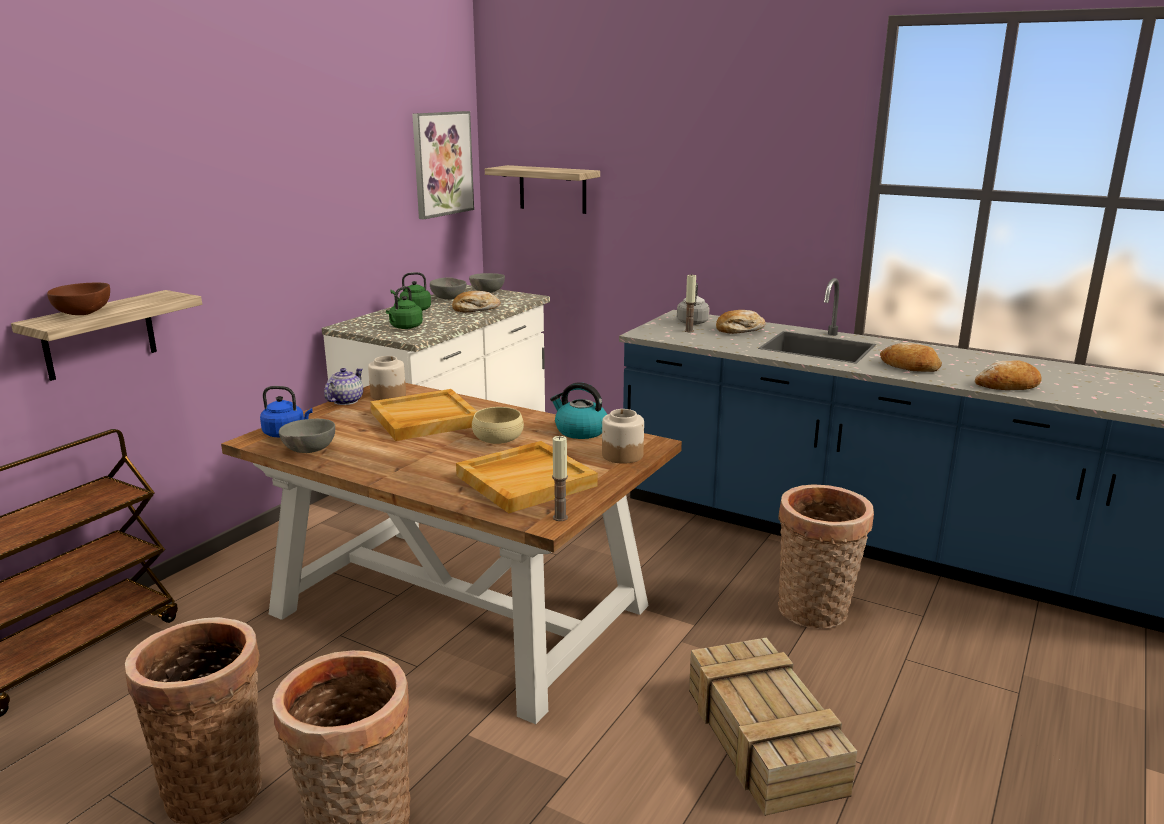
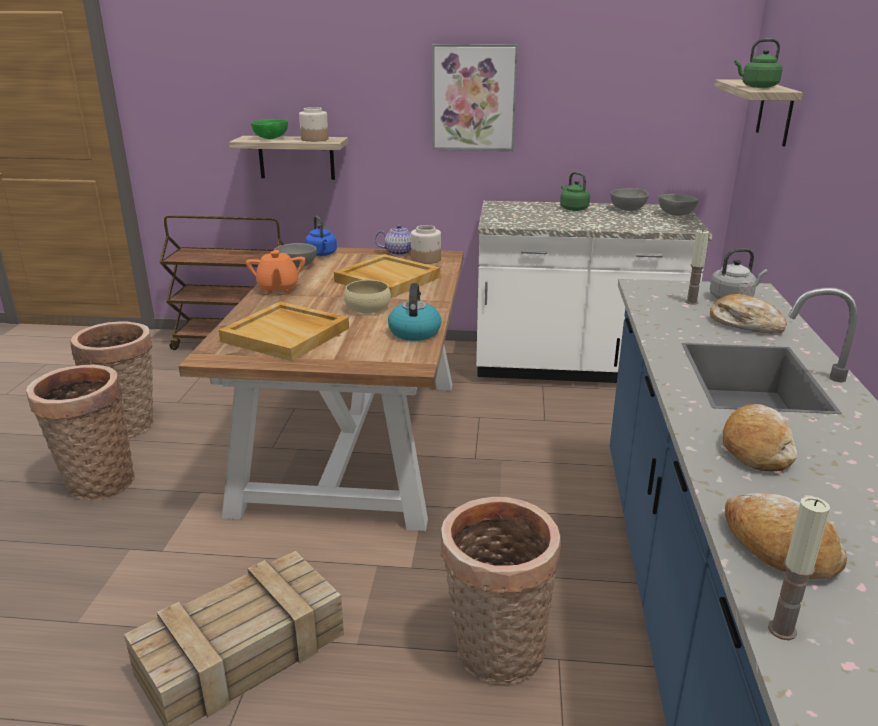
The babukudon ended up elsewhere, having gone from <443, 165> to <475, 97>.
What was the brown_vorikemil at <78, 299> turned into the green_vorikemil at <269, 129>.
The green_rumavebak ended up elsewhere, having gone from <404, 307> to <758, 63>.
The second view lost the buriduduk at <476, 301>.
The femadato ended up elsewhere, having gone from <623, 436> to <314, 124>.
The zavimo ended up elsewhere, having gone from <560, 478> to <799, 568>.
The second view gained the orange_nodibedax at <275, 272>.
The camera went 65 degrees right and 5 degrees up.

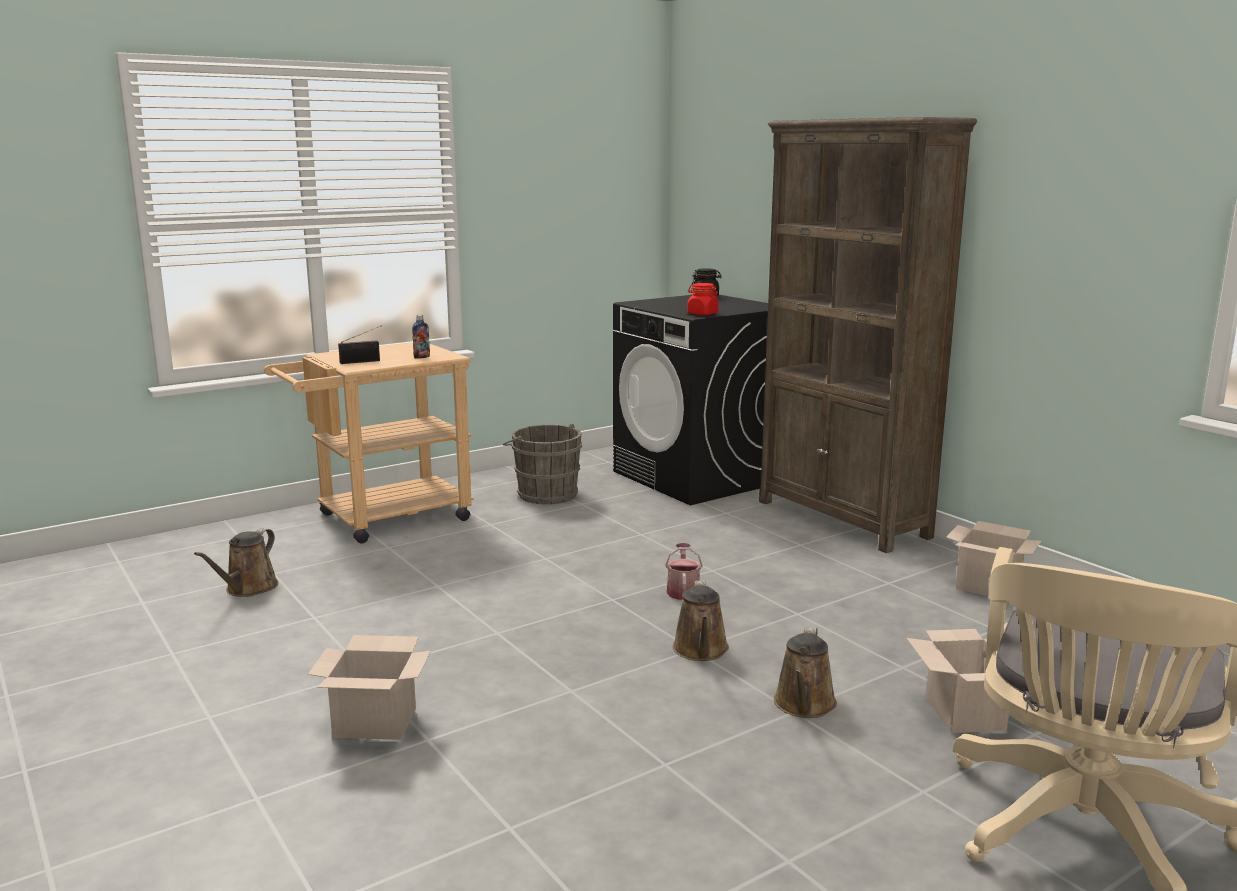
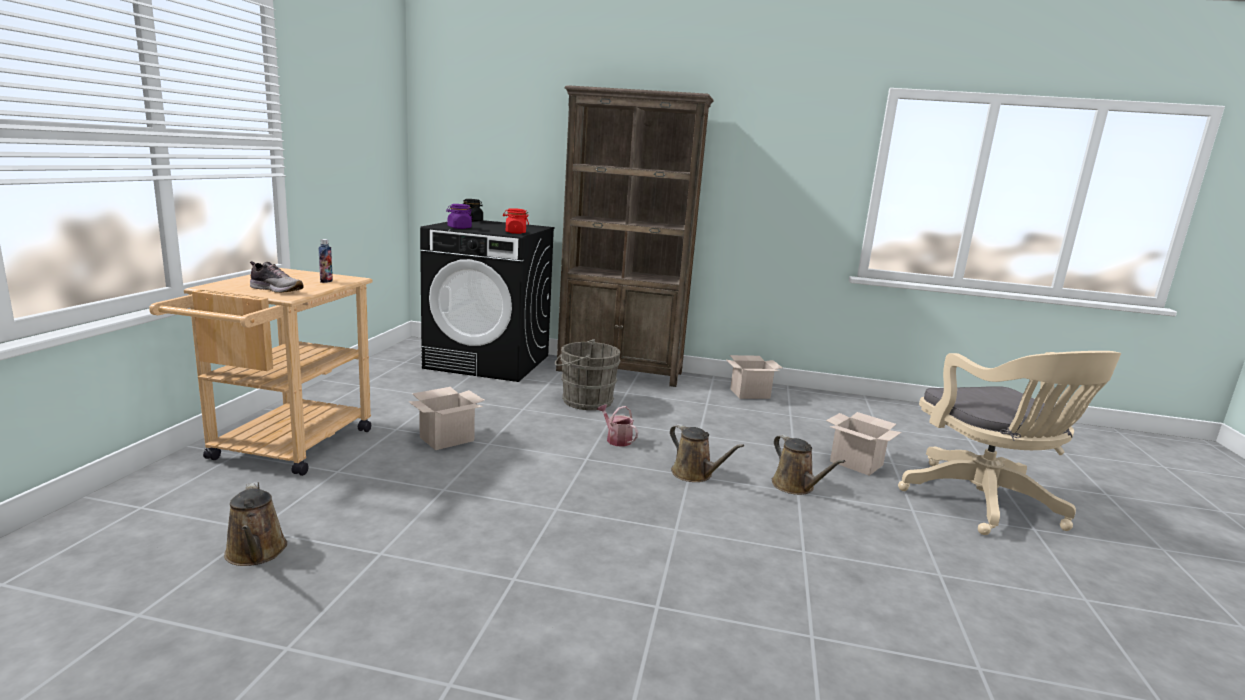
Where the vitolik stood at <359, 345>, the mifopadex came to stand at <277, 277>.
The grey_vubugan ended up elsewhere, having gone from <542, 463> to <588, 374>.
The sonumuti ended up elsewhere, having gone from <369, 687> to <446, 418>.
The second view gained the purple_femadato at <459, 216>.
The camera went 45 degrees left and 0 degrees up.

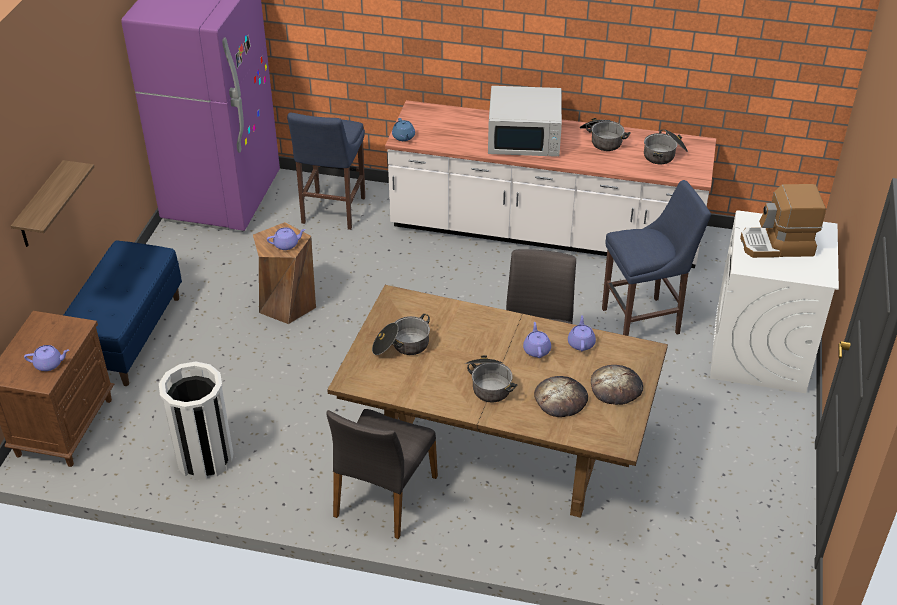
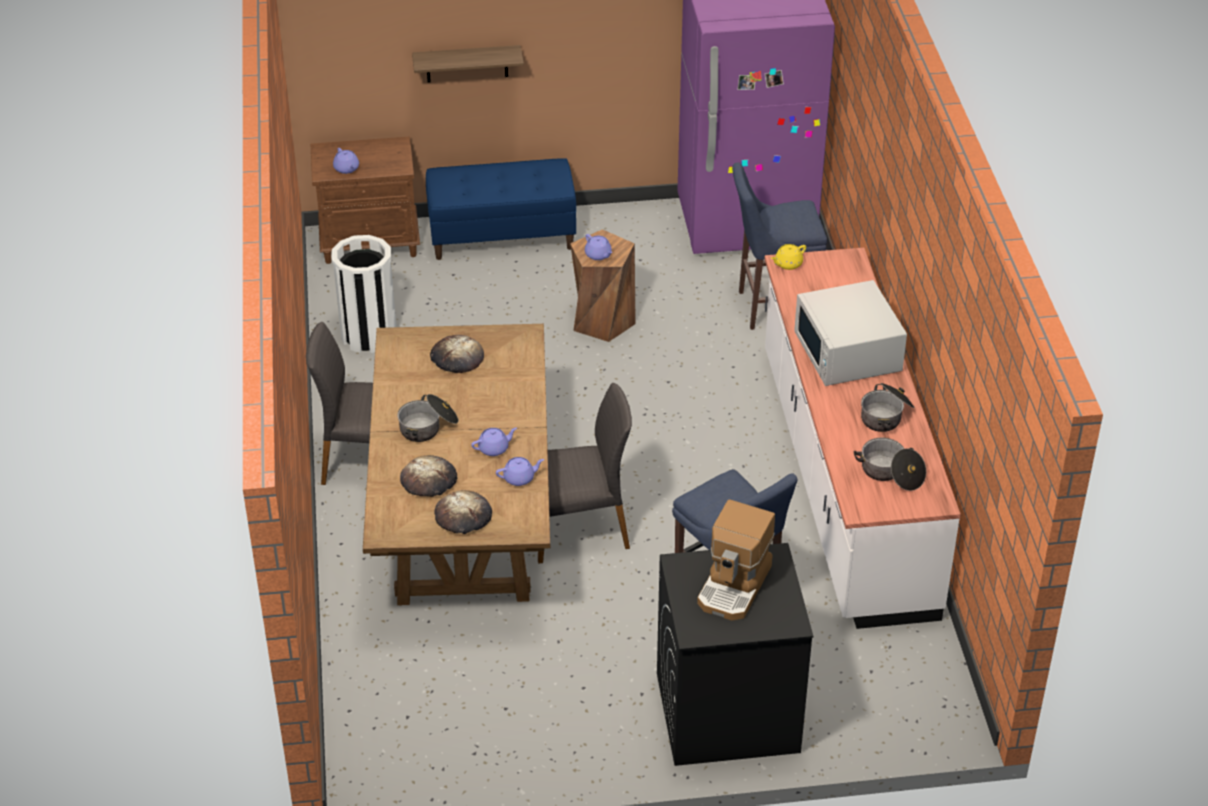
What was the blue_nodibedax at <403, 129> turned into the yellow_nodibedax at <788, 257>.
The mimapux at <783, 221> ended up facing another way, 135 degrees counterclockwise from before.
What was the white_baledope at <774, 301> turned into the black_baledope at <735, 654>.
Where the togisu stood at <401, 334>, the buriduduk came to stand at <457, 354>.
The camera went 70 degrees right and 0 degrees up.

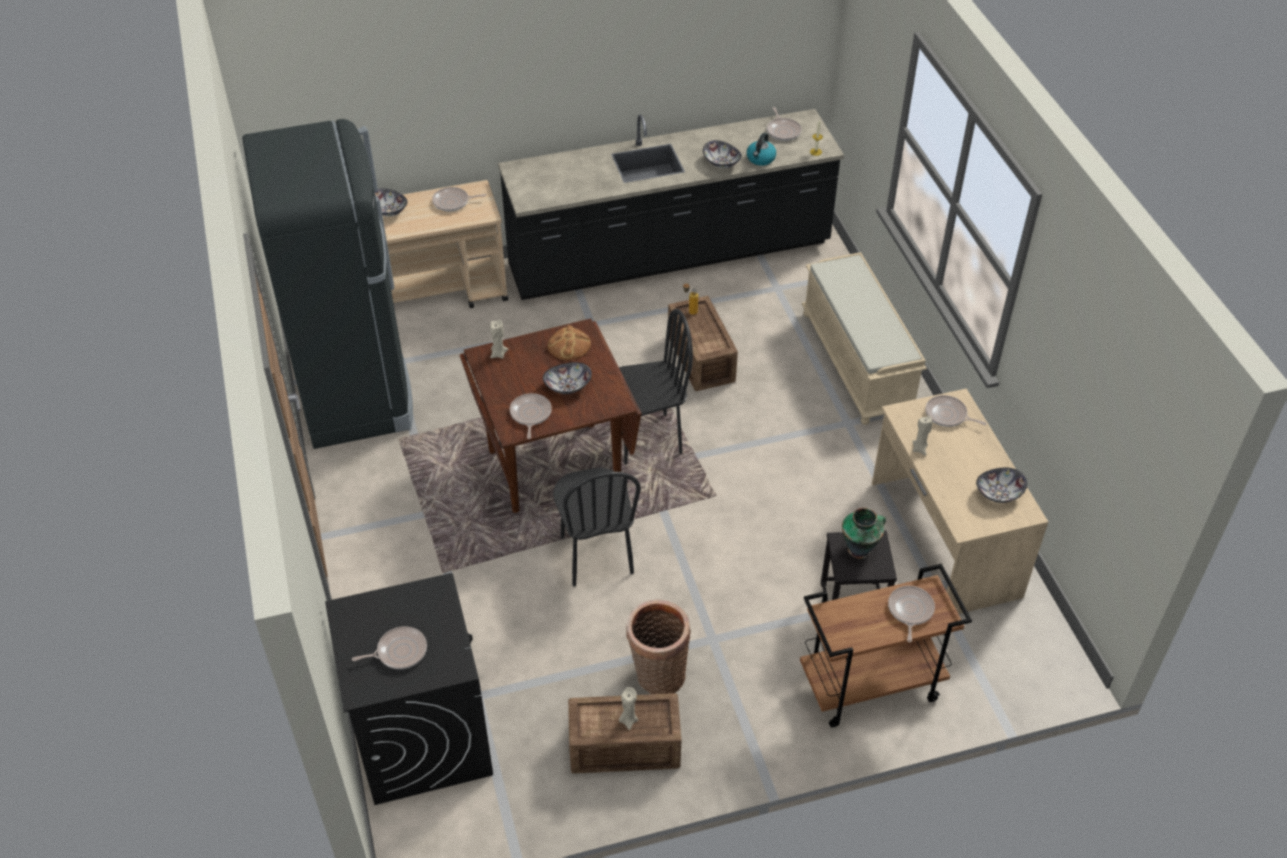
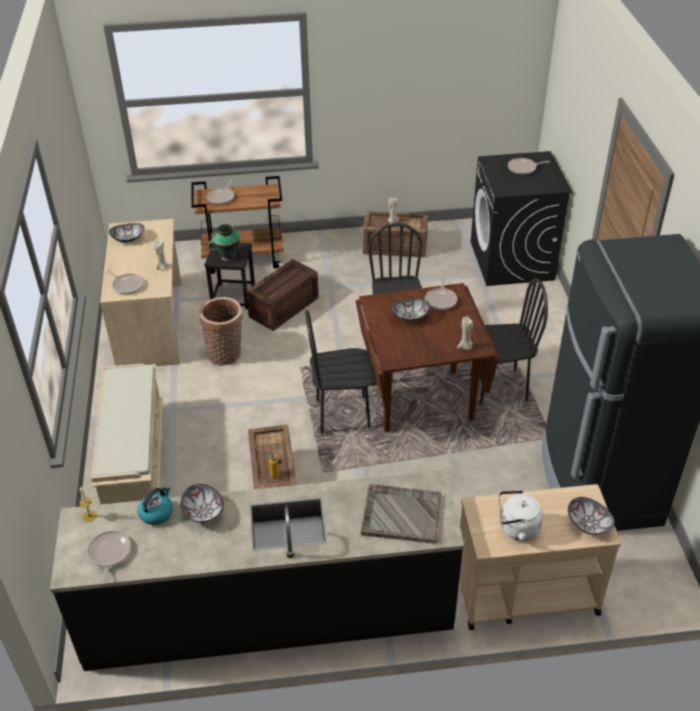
Where the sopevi stood at <459, 199>, the white_rumavebak came to stand at <521, 515>.
The second view lost the buriduduk at <569, 342>.
The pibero ended up elsewhere, having gone from <658, 647> to <221, 331>.
The second view gained the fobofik at <282, 295>.
The second view gained the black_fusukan at <509, 341>.
The second view gained the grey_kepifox at <400, 514>.
The camera went 170 degrees left and 5 degrees down.

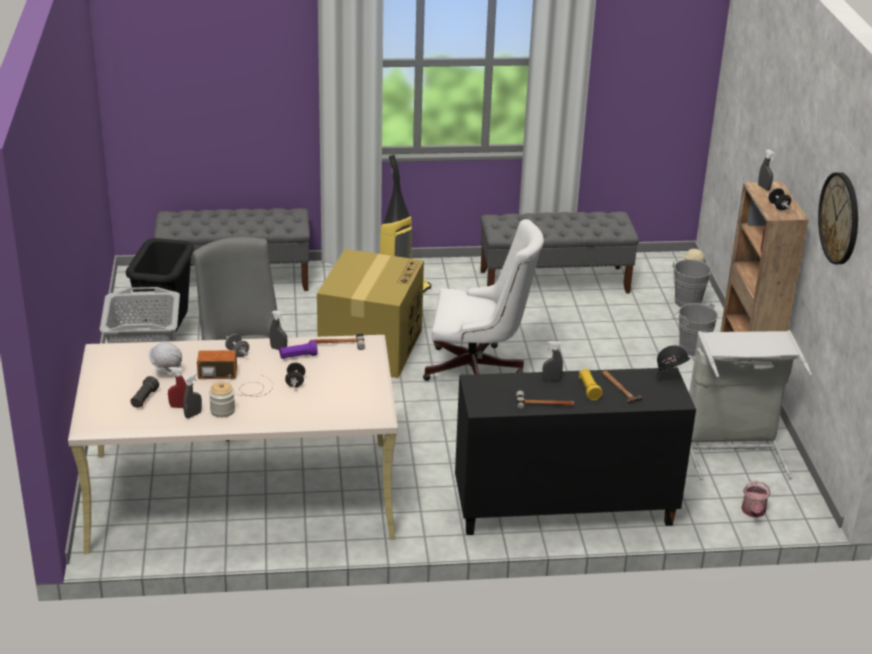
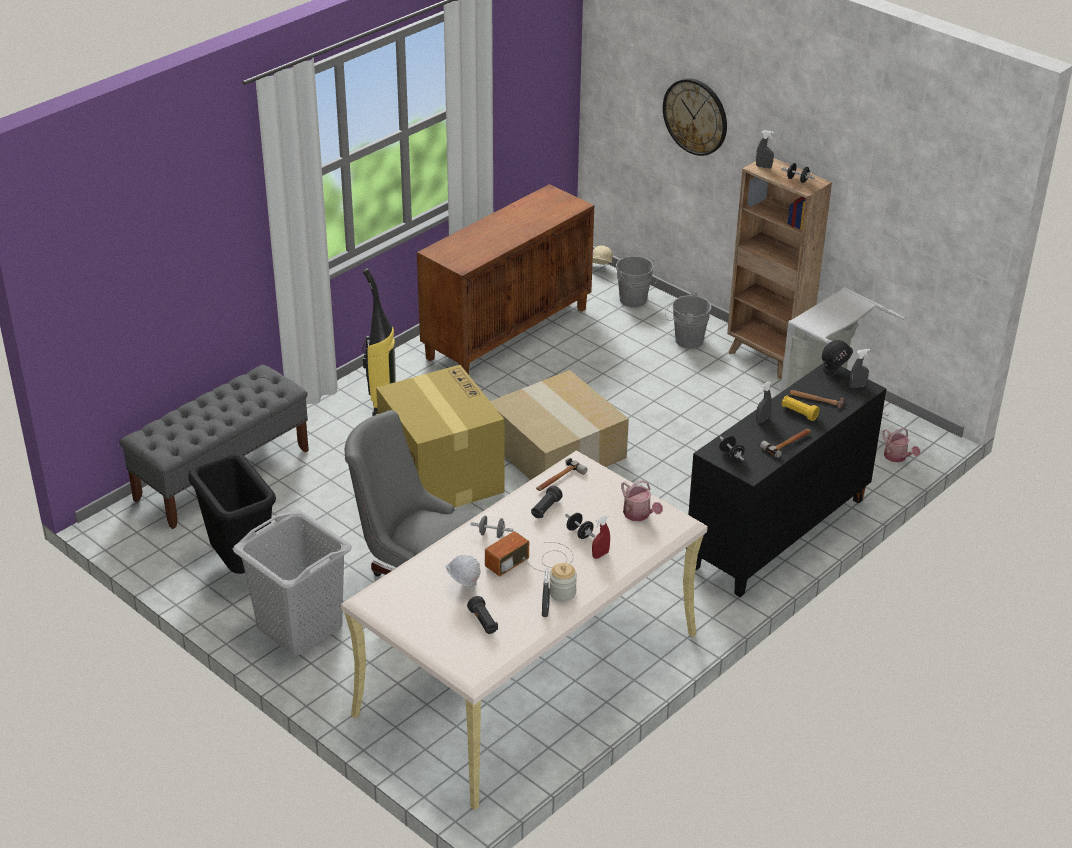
The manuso ended up elsewhere, having gone from <838, 218> to <695, 117>.
Where the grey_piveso stood at <559, 253>, the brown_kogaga came to stand at <505, 279>.
Where the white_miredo stood at <483, 300>, the sonumuti came to stand at <559, 425>.
The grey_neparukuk ended up elsewhere, having gone from <278, 330> to <859, 368>.
What was the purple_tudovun at <298, 349> turned into the black_tudovun at <547, 502>.
The red_neparukuk ended up elsewhere, having gone from <177, 387> to <601, 537>.
The second view gained the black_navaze at <732, 448>.
The second view gained the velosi at <642, 500>.
The camera went 40 degrees left and 5 degrees up.

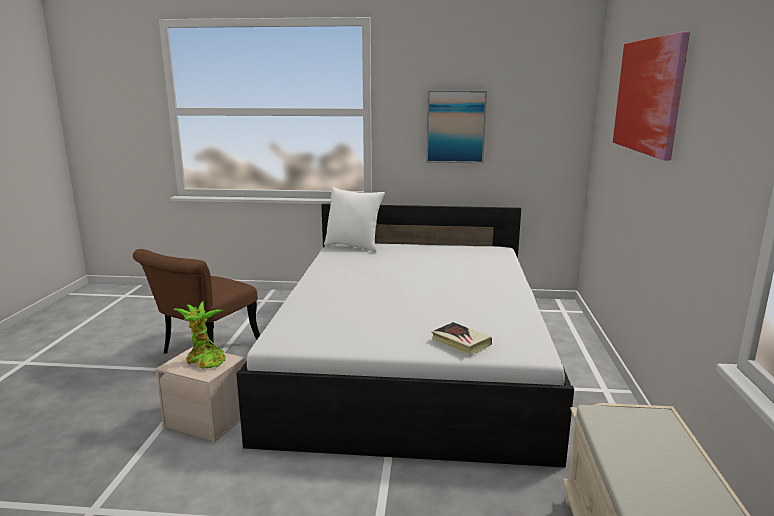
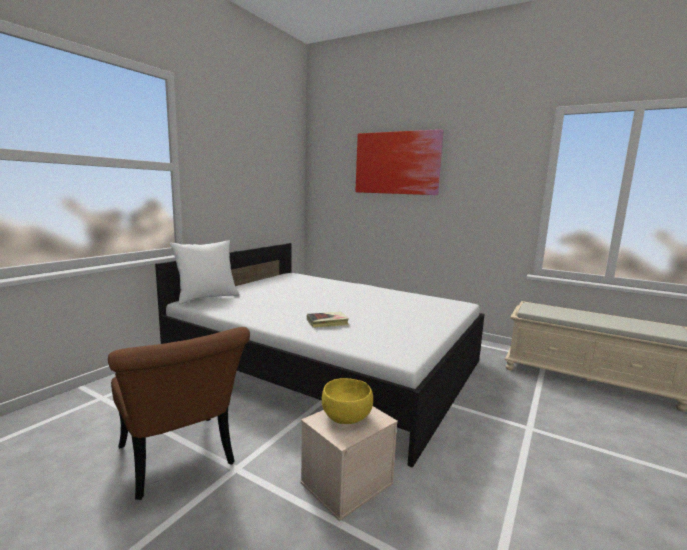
The second view lost the babukudon at <456, 127>.
Where the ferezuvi stood at <199, 334>, the yellow_vorikemil came to stand at <347, 401>.
The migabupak ended up elsewhere, having gone from <462, 338> to <328, 320>.
The camera went 65 degrees left and 5 degrees down.

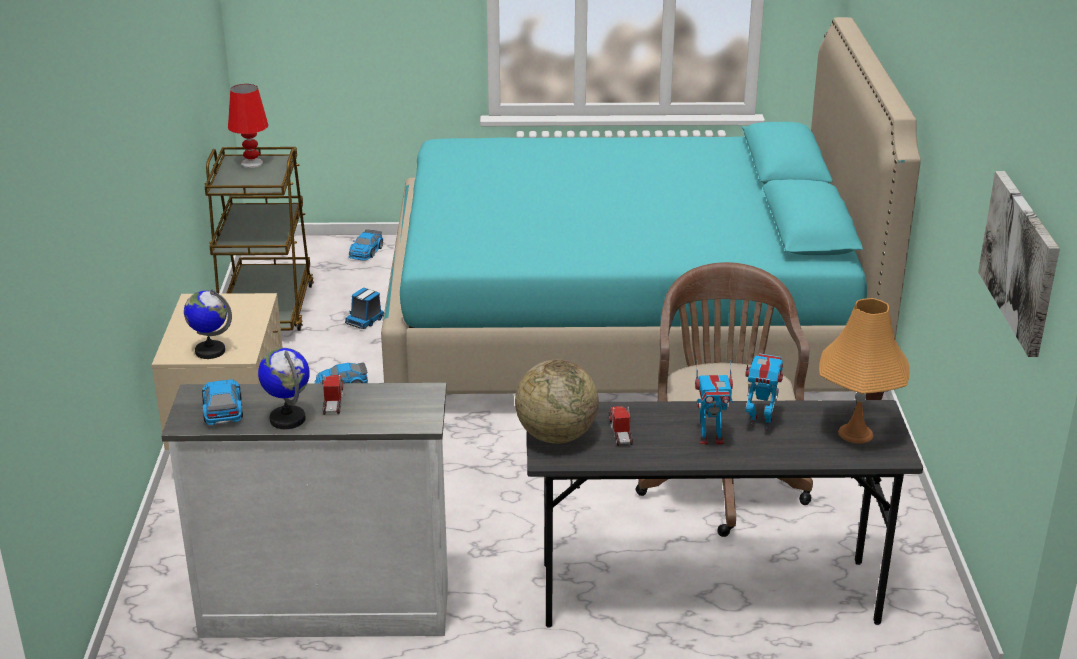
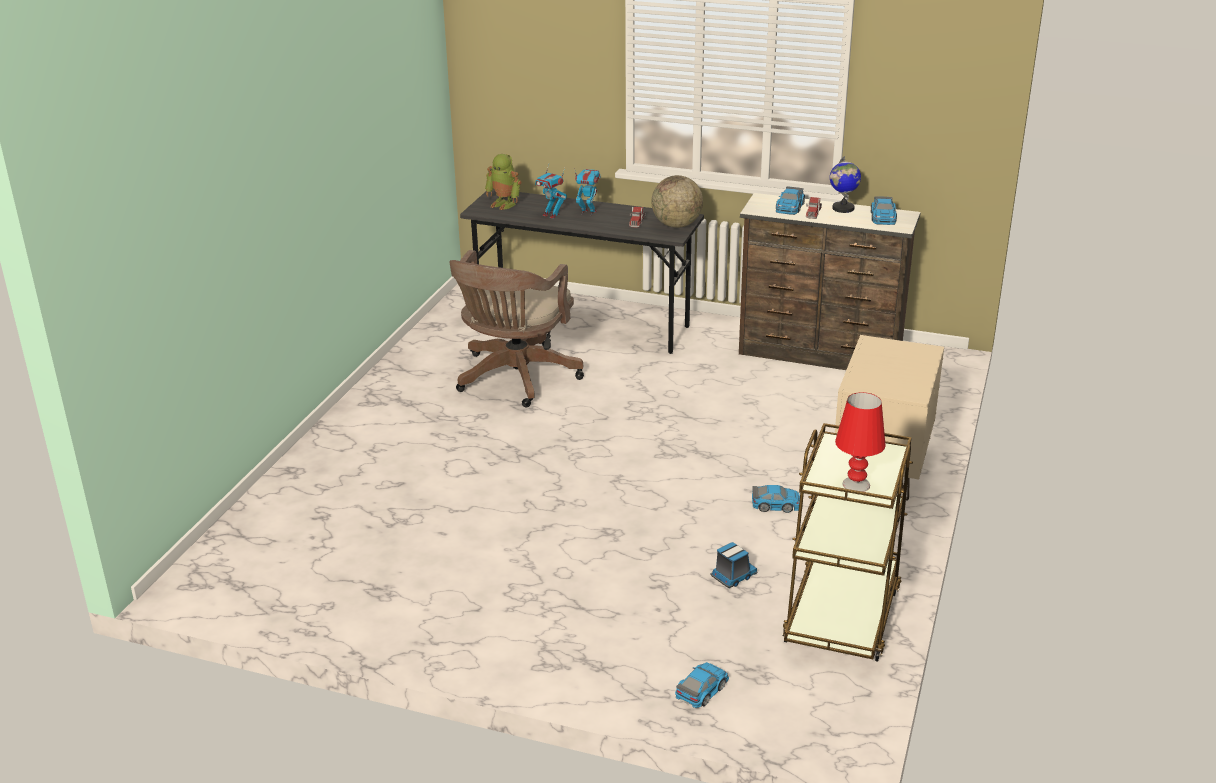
The second view lost the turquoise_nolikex at <651, 208>.
The second view lost the babukudon at <1019, 264>.
The second view lost the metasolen at <208, 324>.
Where the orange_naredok stood at <864, 370>, the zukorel came to stand at <503, 182>.
What was the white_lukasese at <304, 510> turned into the brown_lukasese at <830, 281>.
The second view gained the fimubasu at <790, 201>.
The camera went 160 degrees left and 0 degrees up.

